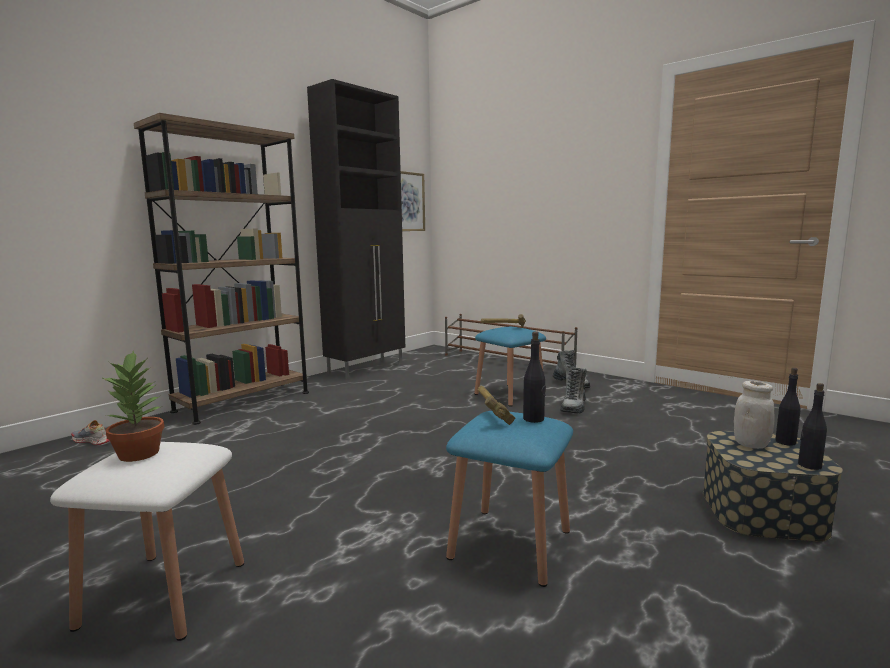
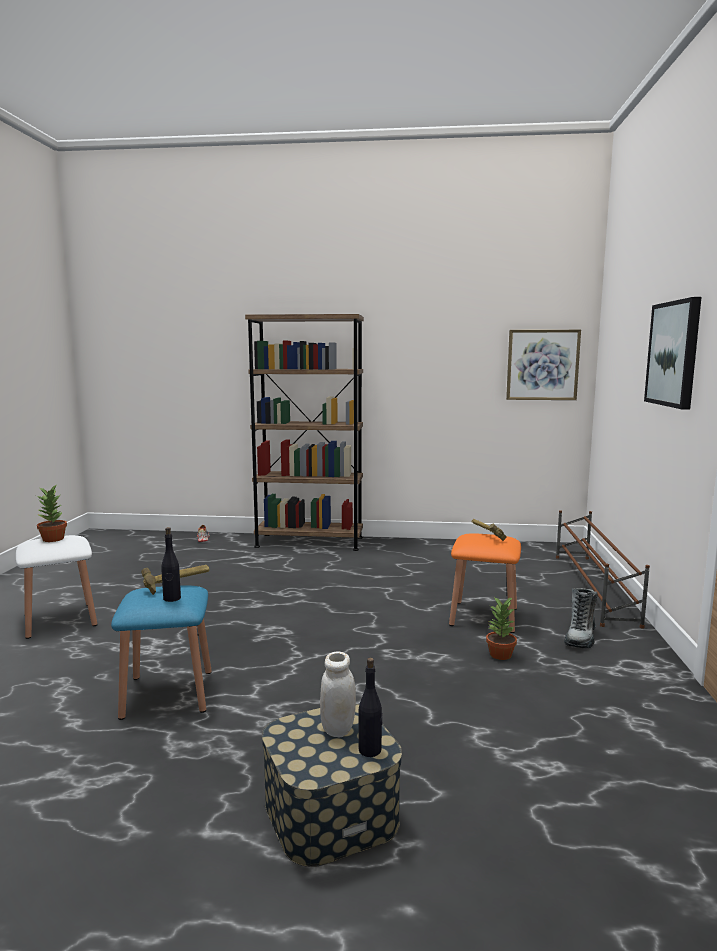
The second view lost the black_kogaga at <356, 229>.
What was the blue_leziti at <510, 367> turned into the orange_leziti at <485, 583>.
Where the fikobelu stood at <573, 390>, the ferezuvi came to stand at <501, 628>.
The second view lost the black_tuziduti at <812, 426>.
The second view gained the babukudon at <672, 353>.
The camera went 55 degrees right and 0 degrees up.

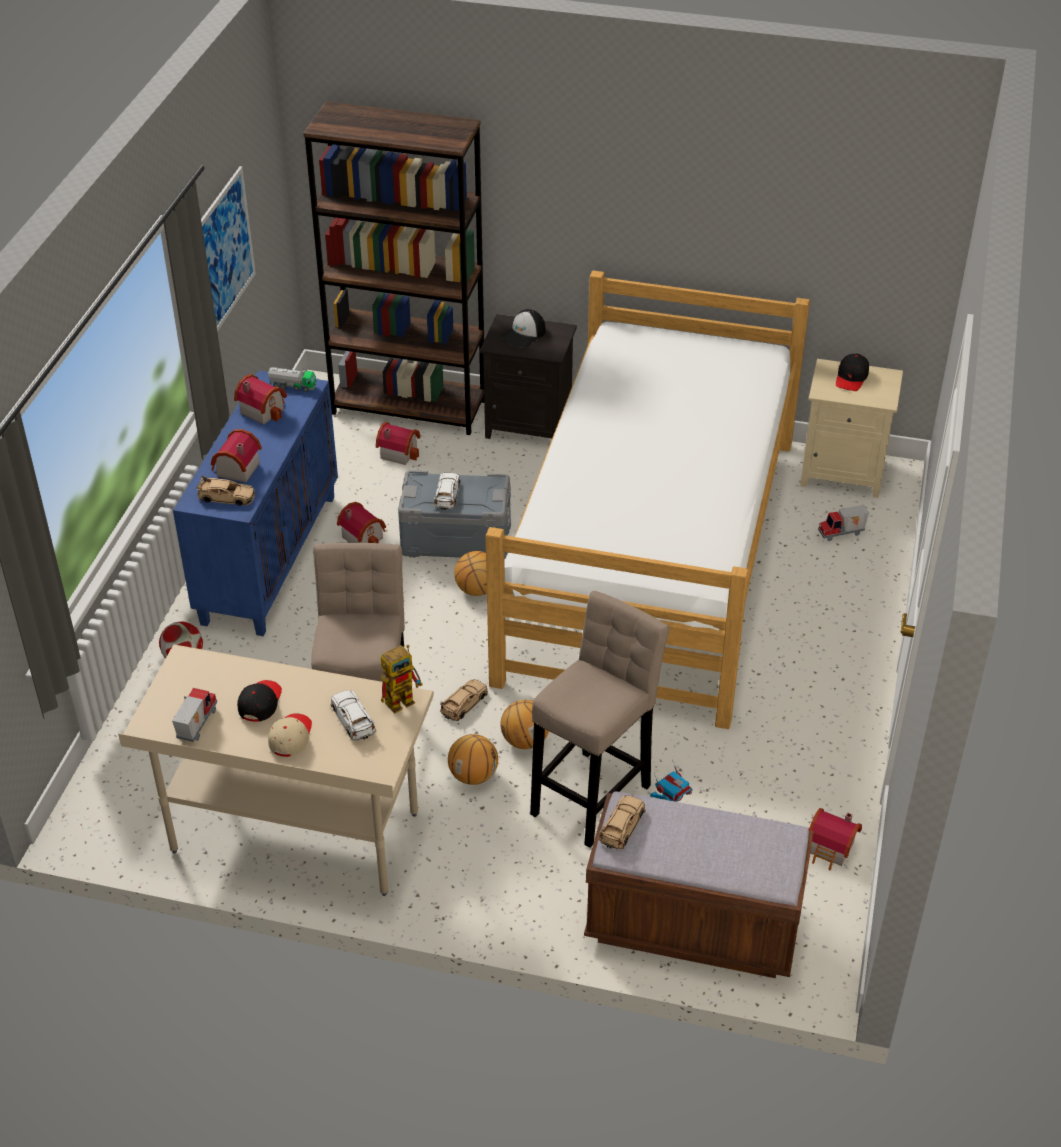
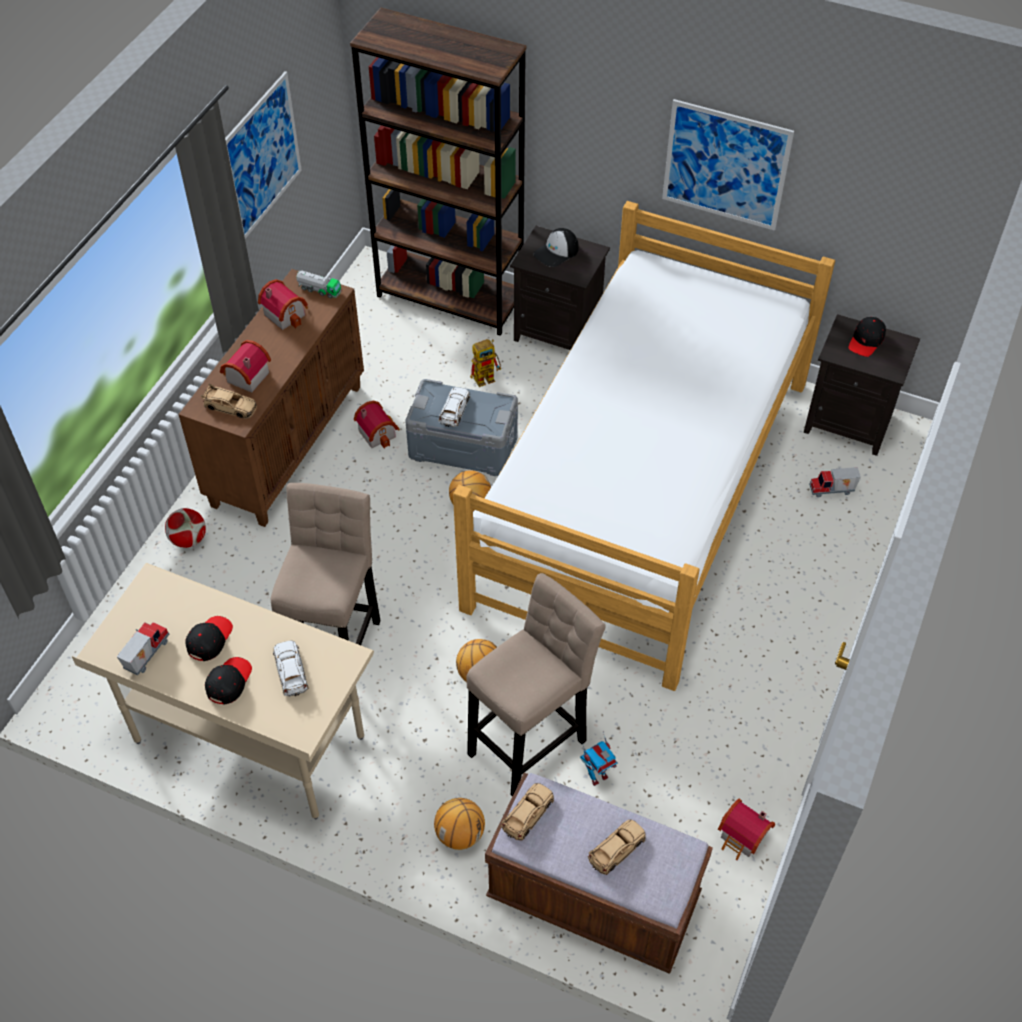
What was the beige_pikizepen at <851, 428> turned into the black_pikizepen at <862, 385>.
What was the blue_kogaga at <255, 503> turned into the brown_kogaga at <271, 398>.
The second view lost the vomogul at <398, 443>.
The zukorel ended up elsewhere, having gone from <402, 679> to <485, 363>.
The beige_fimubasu ended up elsewhere, having gone from <464, 700> to <617, 847>.
What was the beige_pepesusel at <290, 735> turned into the black_pepesusel at <228, 681>.
The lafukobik ended up elsewhere, having gone from <473, 759> to <459, 824>.
The second view gained the babukudon at <728, 165>.
The camera went 10 degrees right and 10 degrees up.

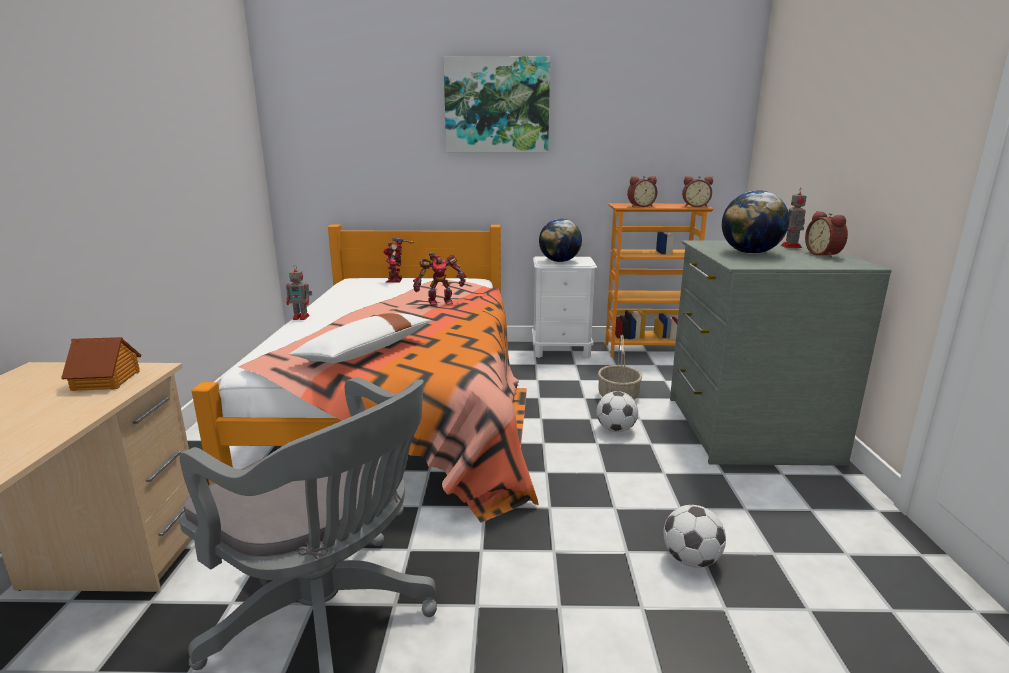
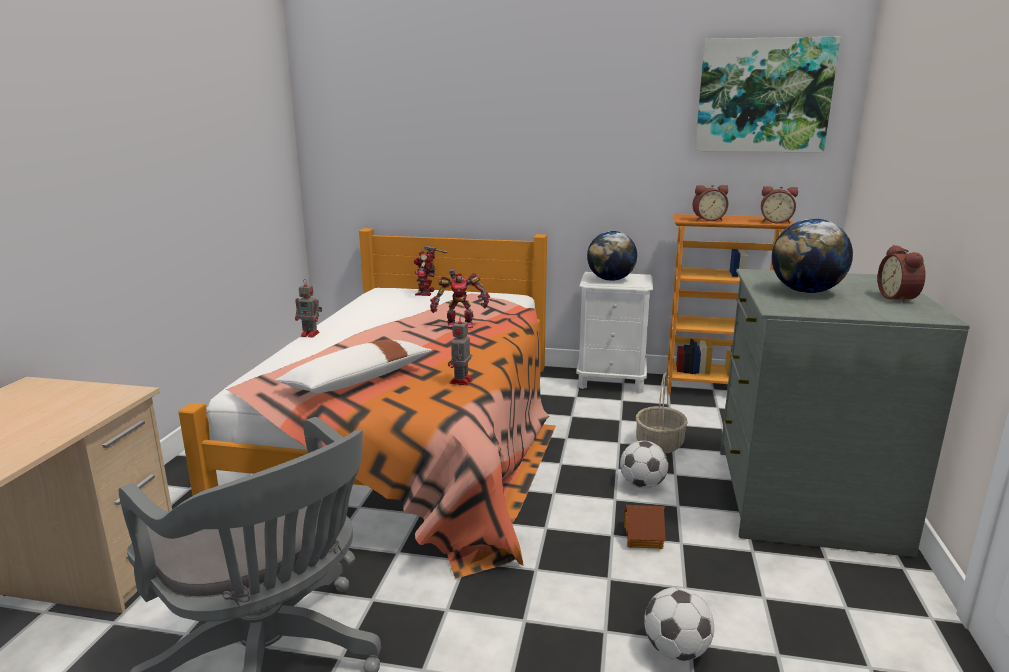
The babukudon ended up elsewhere, having gone from <496, 104> to <767, 95>.
The zukorel ended up elsewhere, having gone from <793, 219> to <460, 350>.
The vomogul ended up elsewhere, having gone from <101, 364> to <644, 527>.
The camera went 10 degrees right and 0 degrees up.

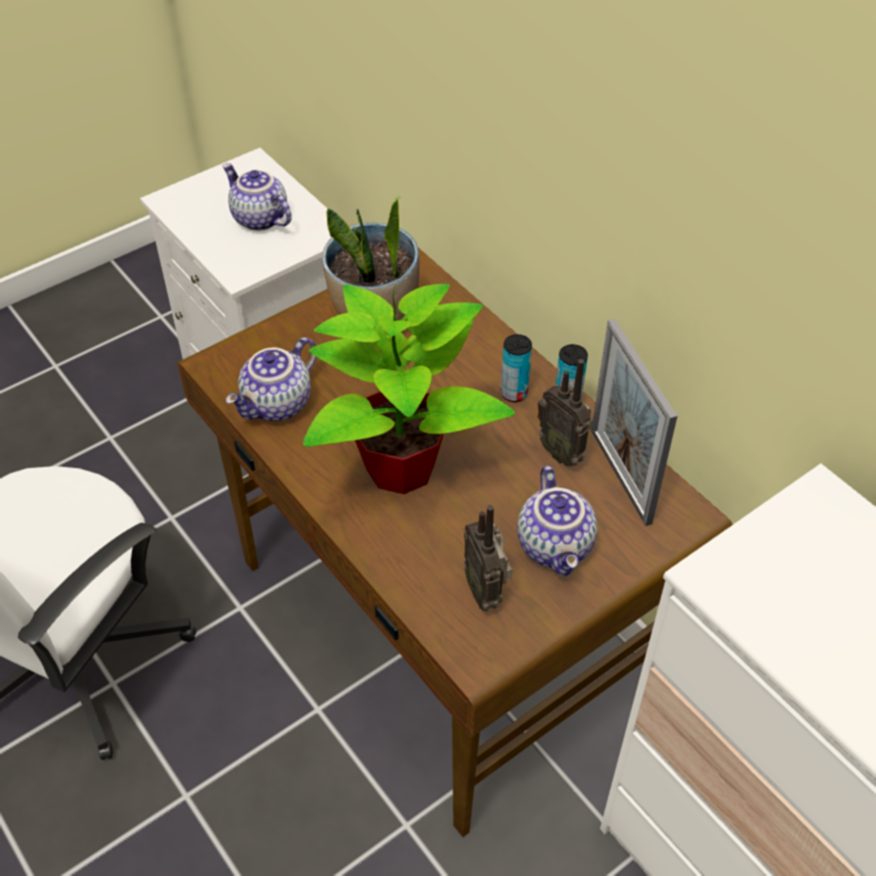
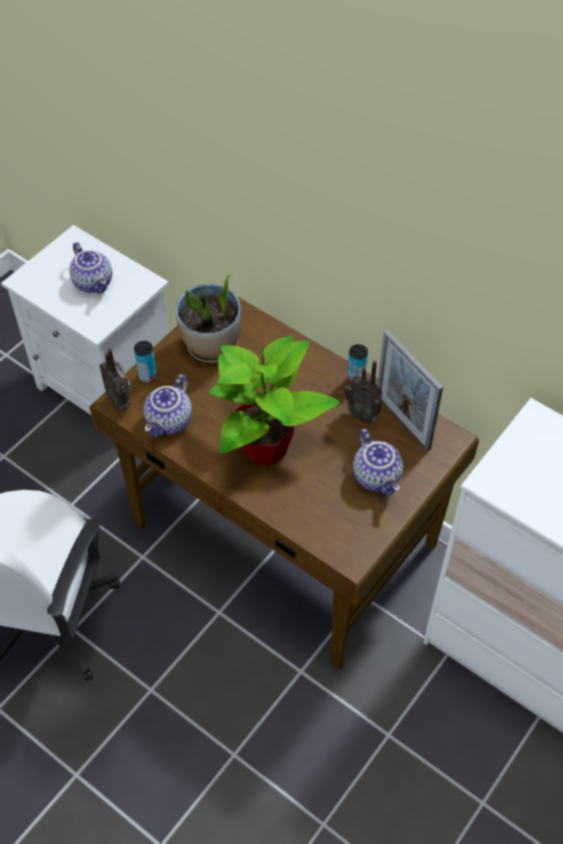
The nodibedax at <256, 197> ended up facing another way, 150 degrees counterclockwise from before.
The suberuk ended up elsewhere, having gone from <516, 368> to <145, 362>.
The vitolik ended up elsewhere, having gone from <488, 558> to <116, 380>.
The camera went 15 degrees left and 5 degrees up.

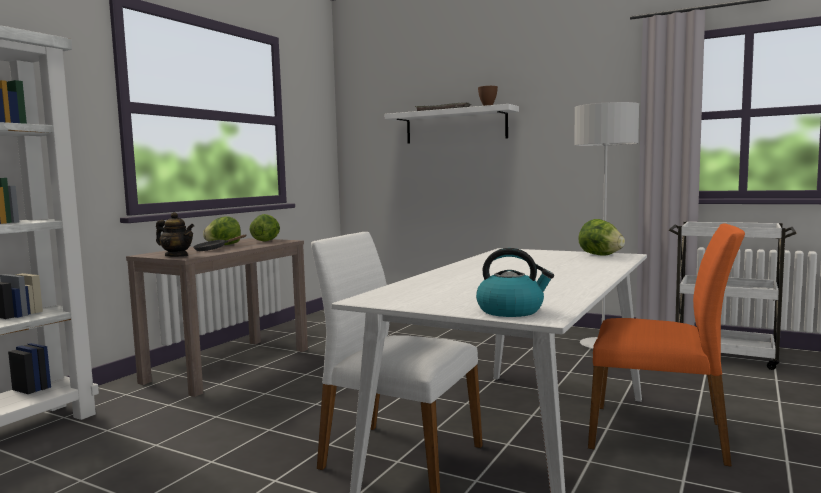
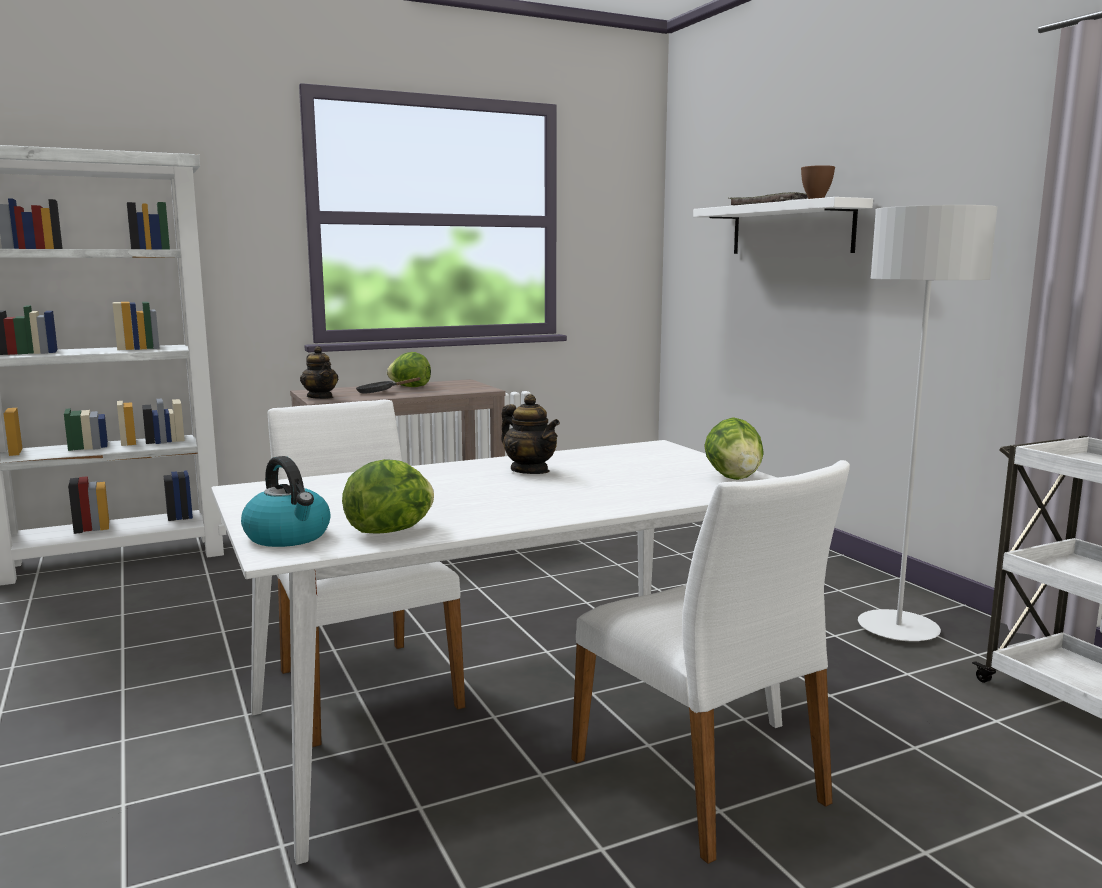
The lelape ended up elsewhere, having gone from <264, 228> to <388, 496>.
What was the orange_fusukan at <666, 345> turned into the white_fusukan at <710, 662>.
The second view gained the nodibedax at <530, 434>.
The camera went 35 degrees right and 5 degrees up.

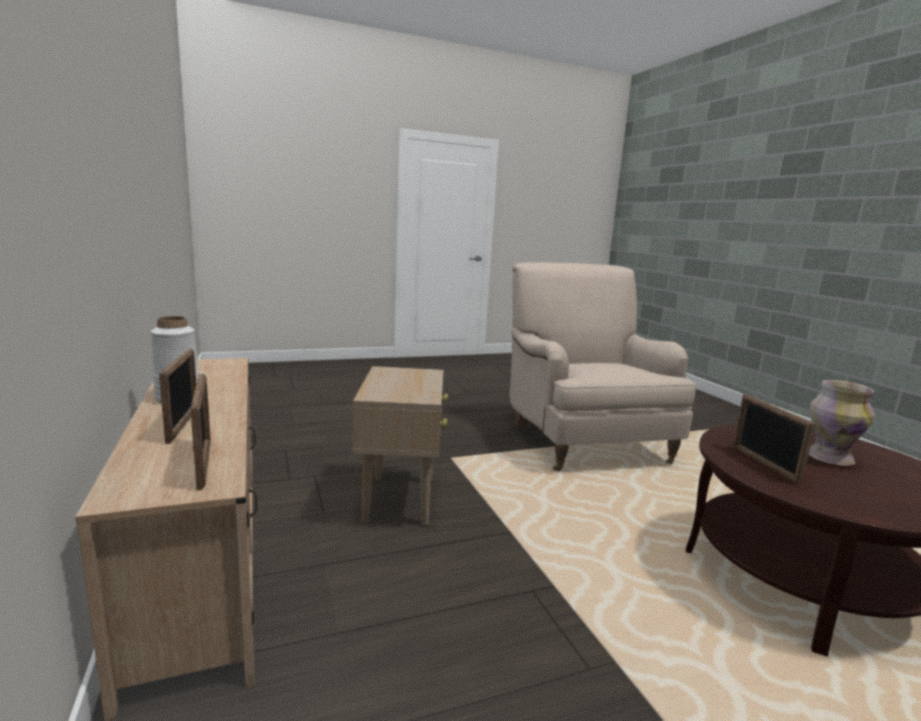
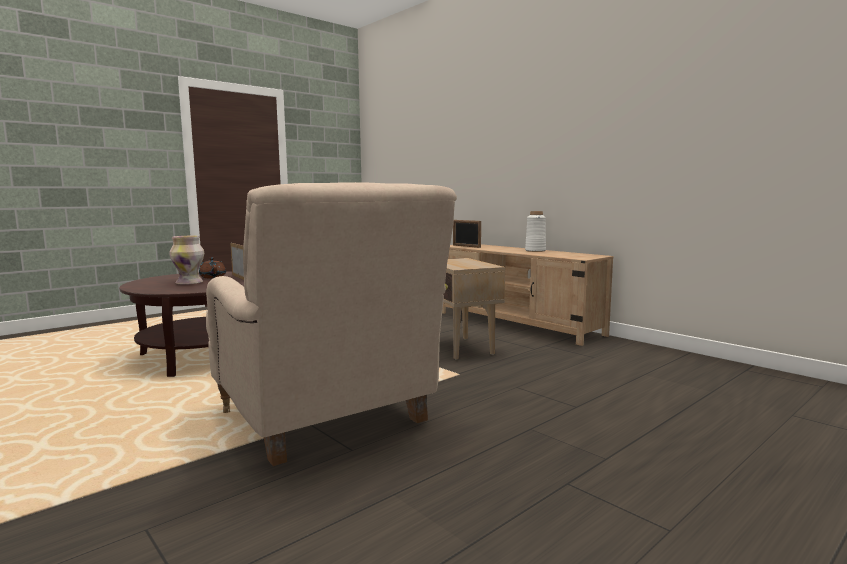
The second view lost the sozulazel at <177, 396>.
The second view gained the brown_nodibedax at <212, 268>.
The camera went 160 degrees right and 5 degrees down.

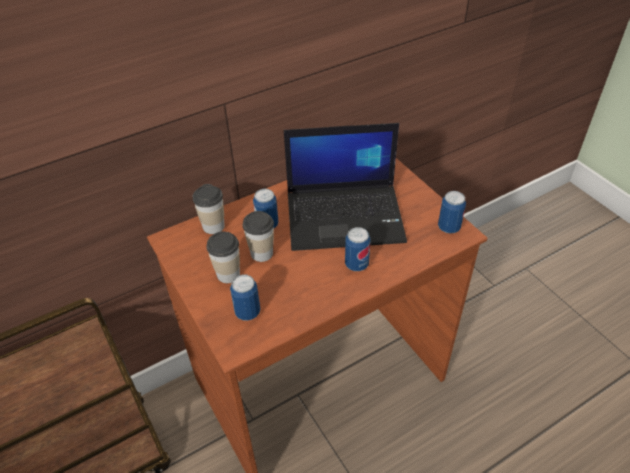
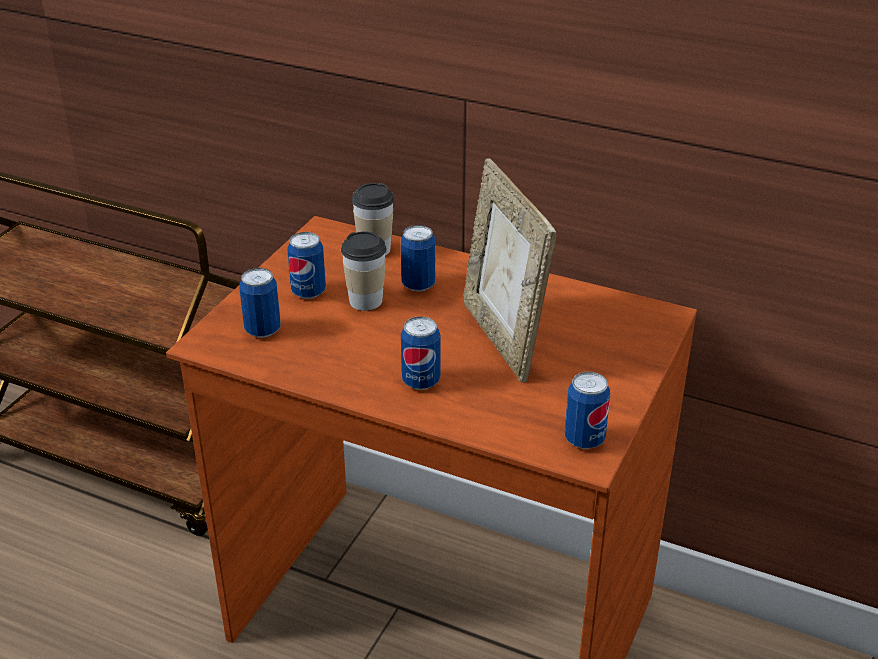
Where the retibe stood at <345, 187>, the sozulazel came to stand at <510, 271>.
Where the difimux stood at <223, 257>, the suberuk came to stand at <306, 265>.
The camera went 55 degrees right and 10 degrees down.

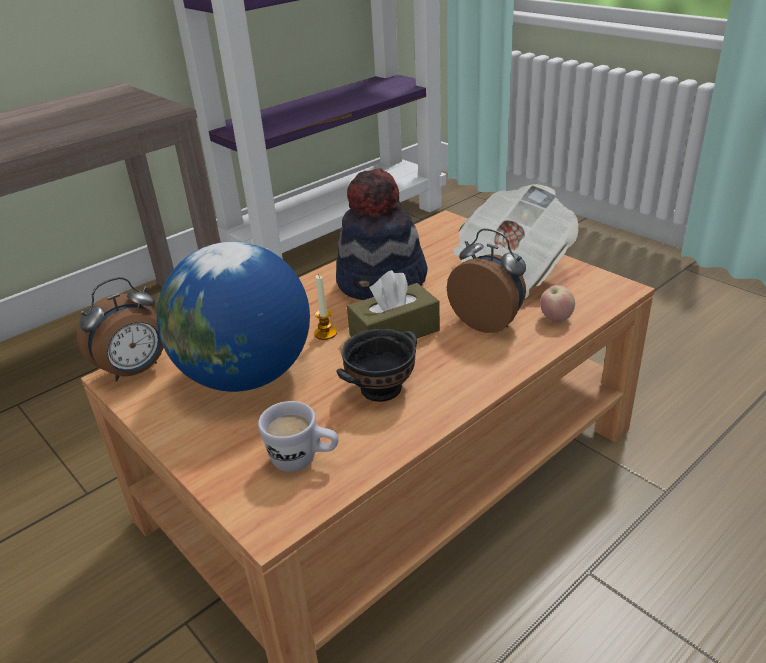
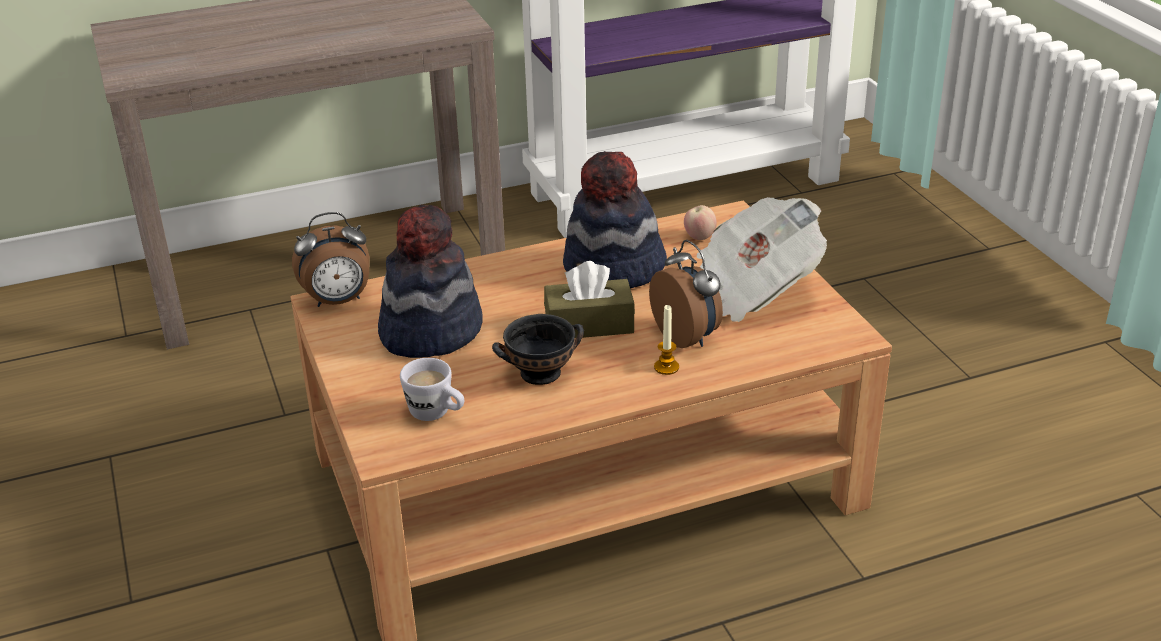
Where the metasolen stood at <233, 317>, the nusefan came to stand at <430, 281>.
The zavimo ended up elsewhere, having gone from <325, 307> to <666, 340>.
The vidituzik ended up elsewhere, having gone from <557, 303> to <700, 222>.
The camera went 20 degrees right and 0 degrees up.

